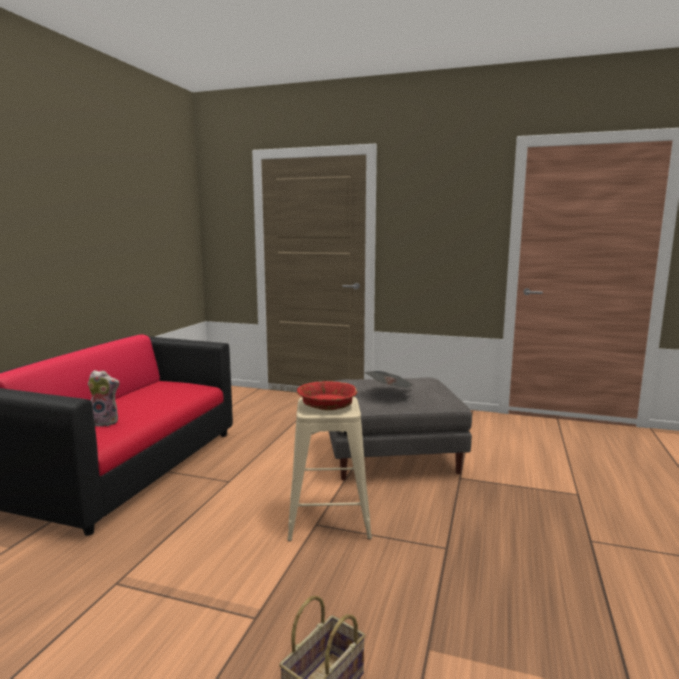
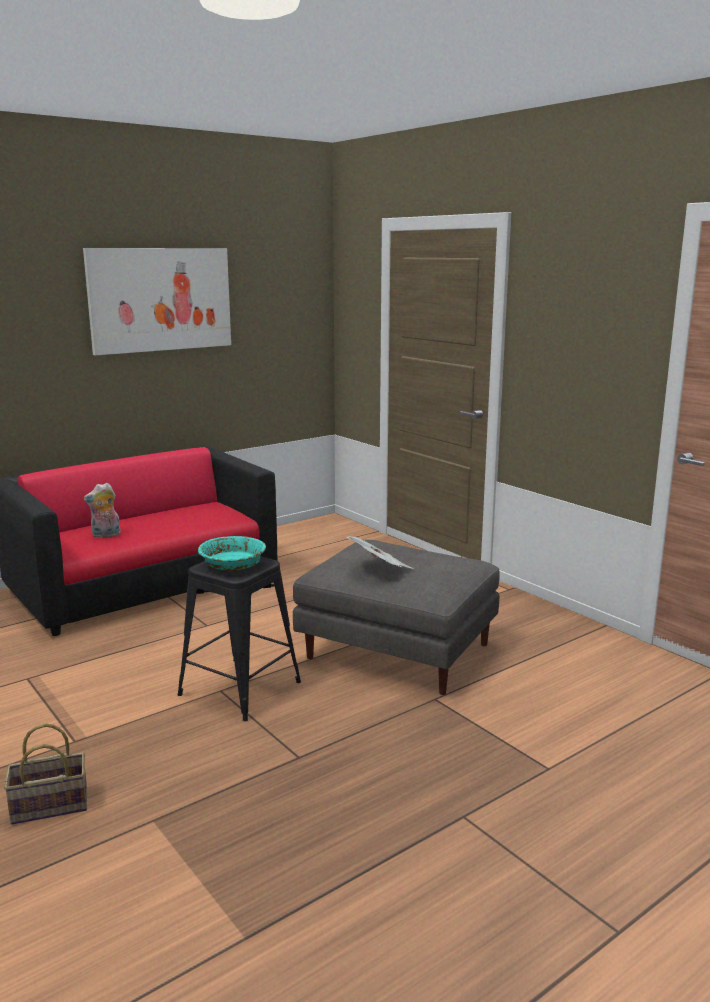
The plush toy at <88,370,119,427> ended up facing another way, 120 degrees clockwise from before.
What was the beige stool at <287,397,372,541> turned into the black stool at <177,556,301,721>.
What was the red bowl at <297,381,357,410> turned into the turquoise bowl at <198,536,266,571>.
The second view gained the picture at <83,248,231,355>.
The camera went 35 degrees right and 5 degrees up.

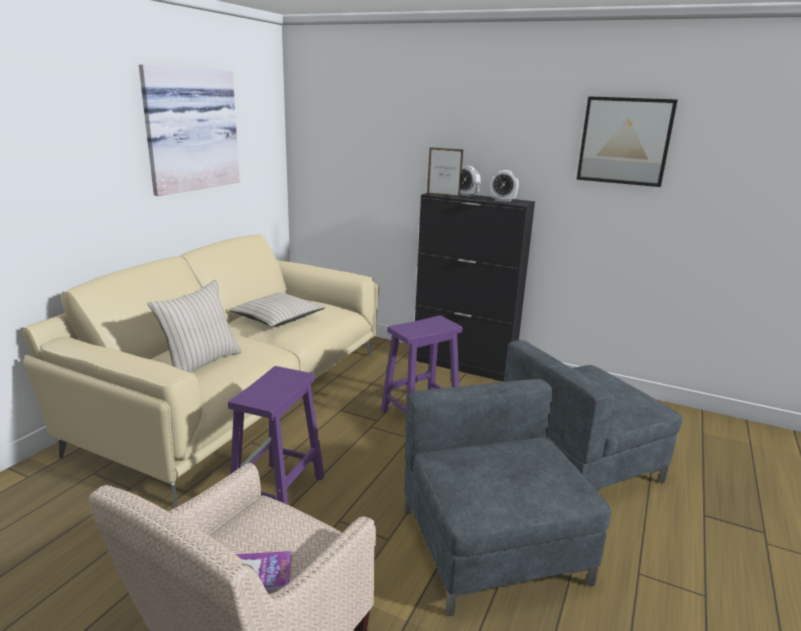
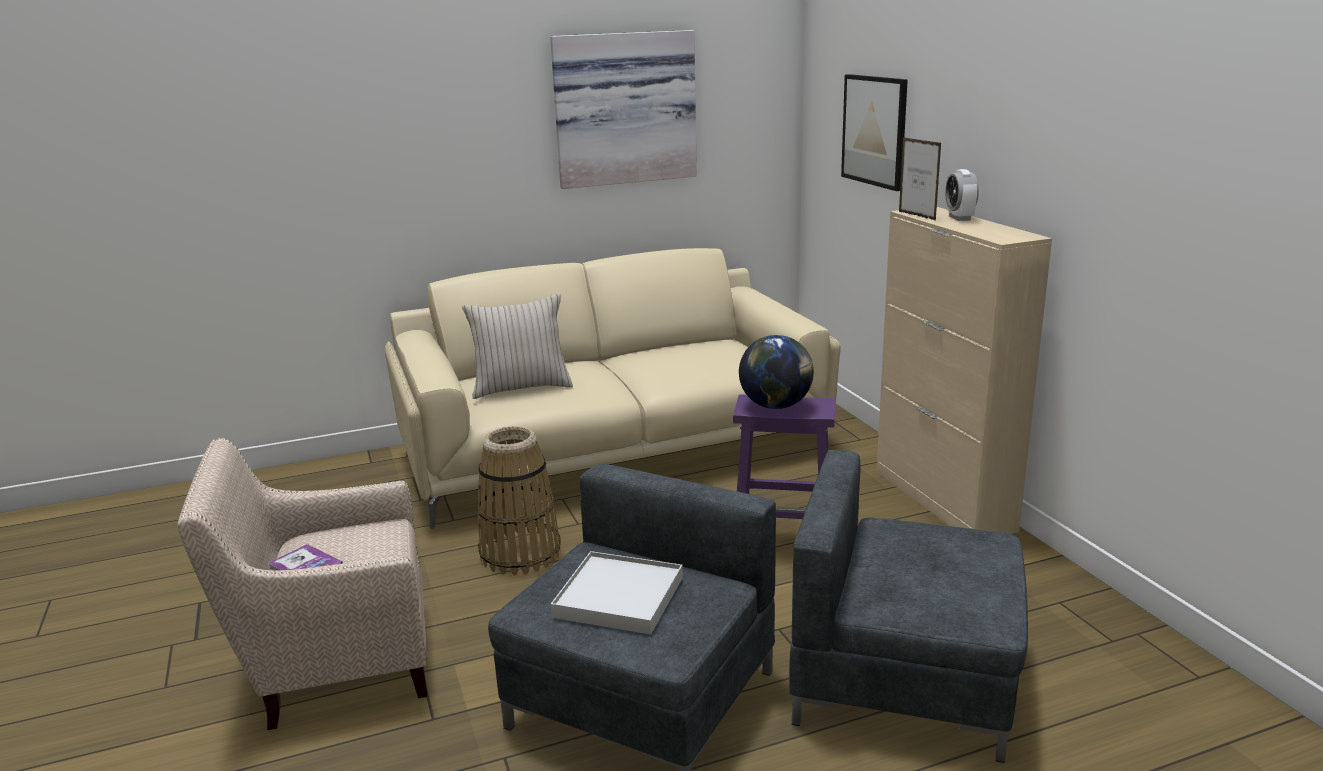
Where the purple stool stood at <228,366,325,505>, the basket came to stand at <477,427,561,575>.
The second view lost the beige pillow at <229,293,326,327>.
What was the black cabinet at <415,193,535,382> turned into the beige cabinet at <877,207,1052,534>.
The second view lost the alarm clock at <490,170,518,202>.
The picture ended up elsewhere, having gone from <576,96,678,187> to <841,74,908,191>.
The second view gained the white tray at <551,551,683,634>.
The second view gained the globe at <739,335,814,409>.
The camera went 45 degrees right and 0 degrees up.

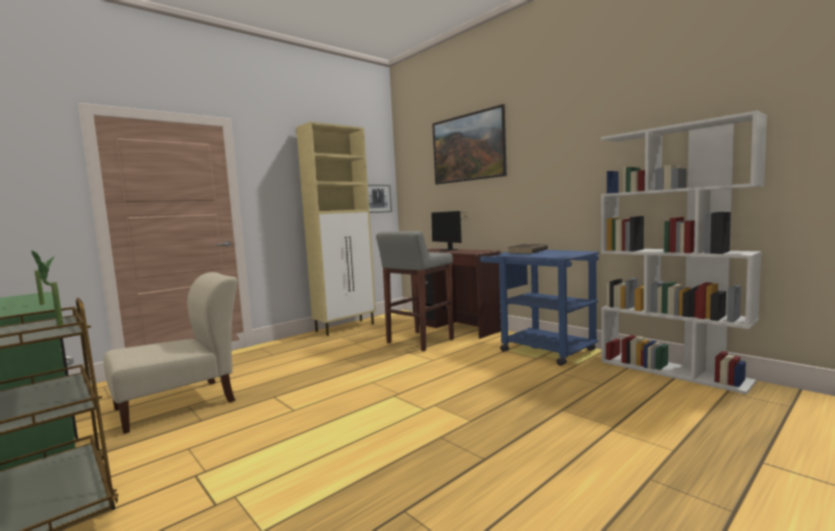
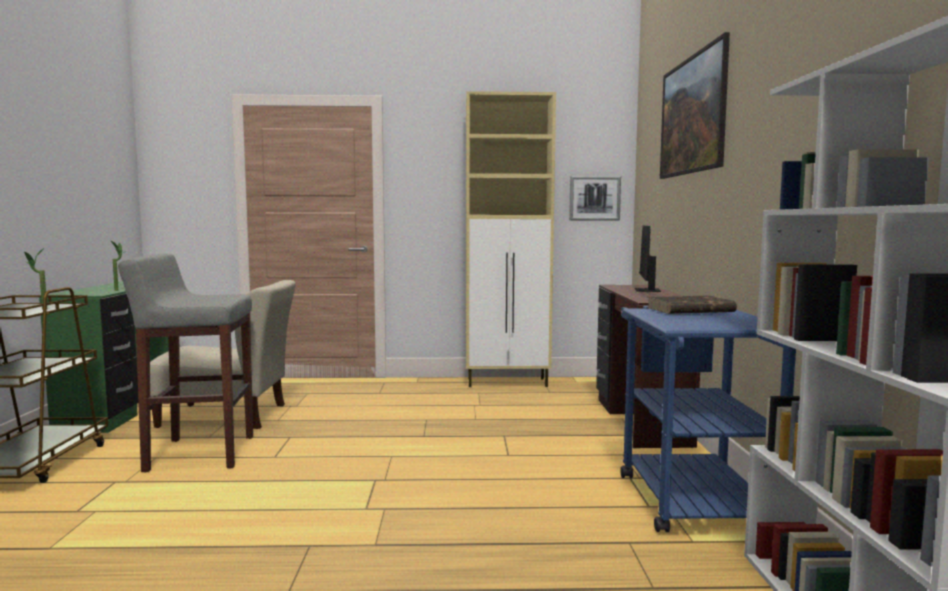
The grey stool ended up elsewhere, having gone from <376,231,454,351> to <118,253,253,473>.
The camera went 40 degrees right and 0 degrees up.

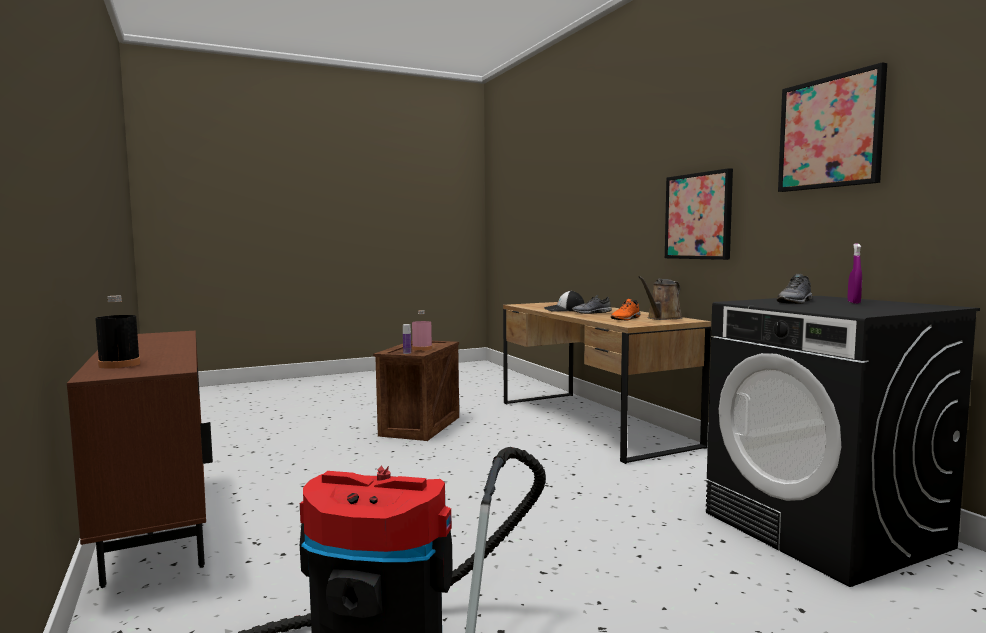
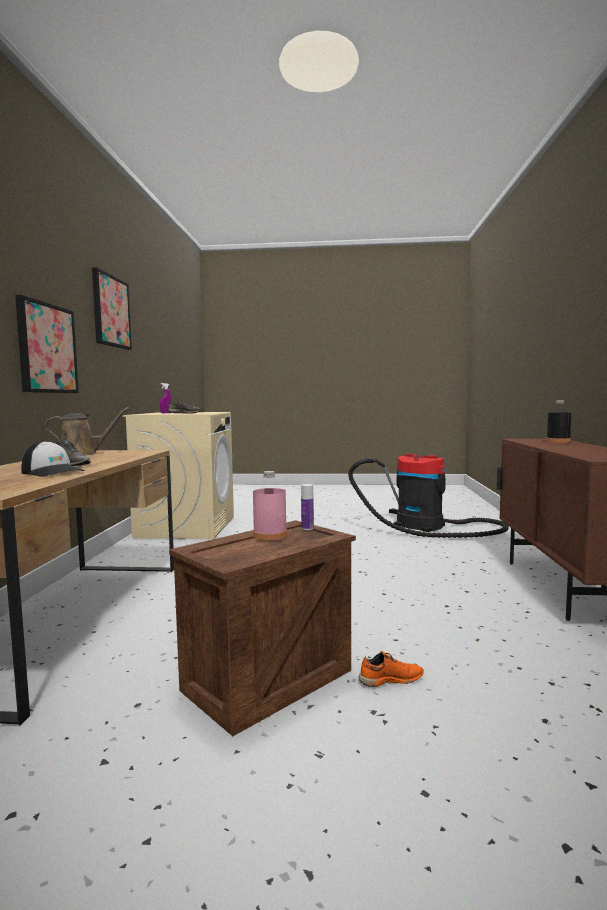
The orange shoe ended up elsewhere, having gone from <611,299,640,320> to <358,651,424,687>.
What was the black washing machine at <706,296,980,587> turned into the beige washing machine at <123,412,234,539>.
The camera went 150 degrees left and 0 degrees up.

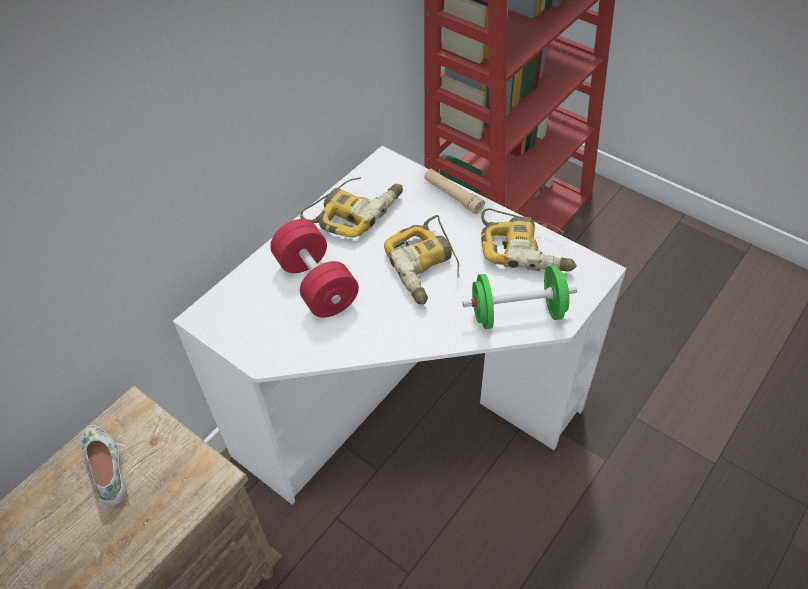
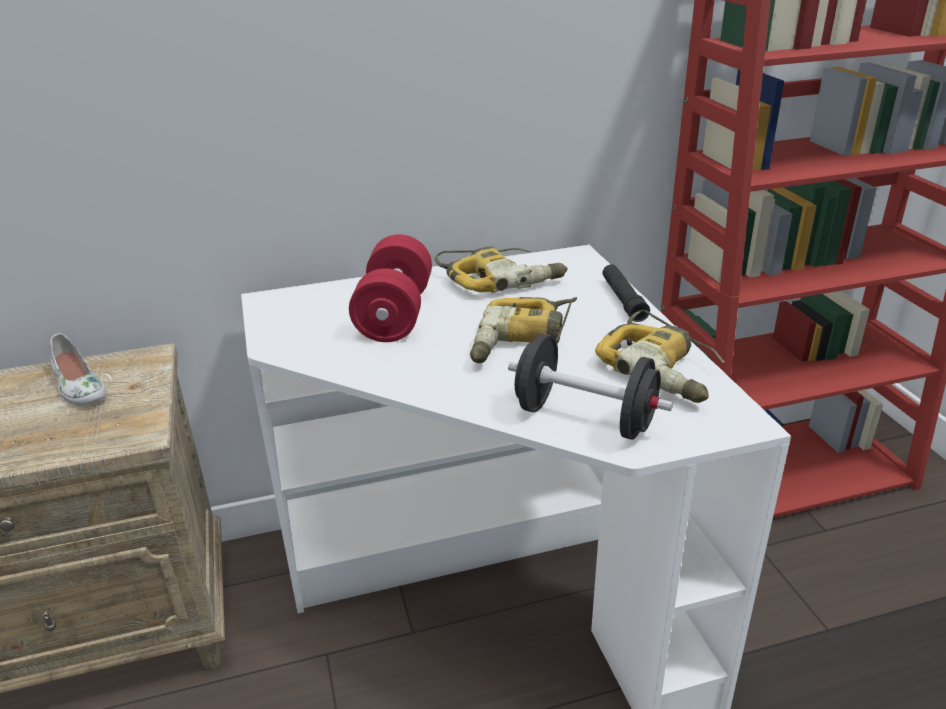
The white shoe at <81,425,127,506> ended up facing another way, 135 degrees clockwise from before.
What was the beige flashlight at <424,169,485,214> turned into the black flashlight at <602,264,650,322>.
What was the green dumbbell at <462,265,577,329> turned into the black dumbbell at <508,334,673,440>.
The camera went 35 degrees right and 20 degrees down.

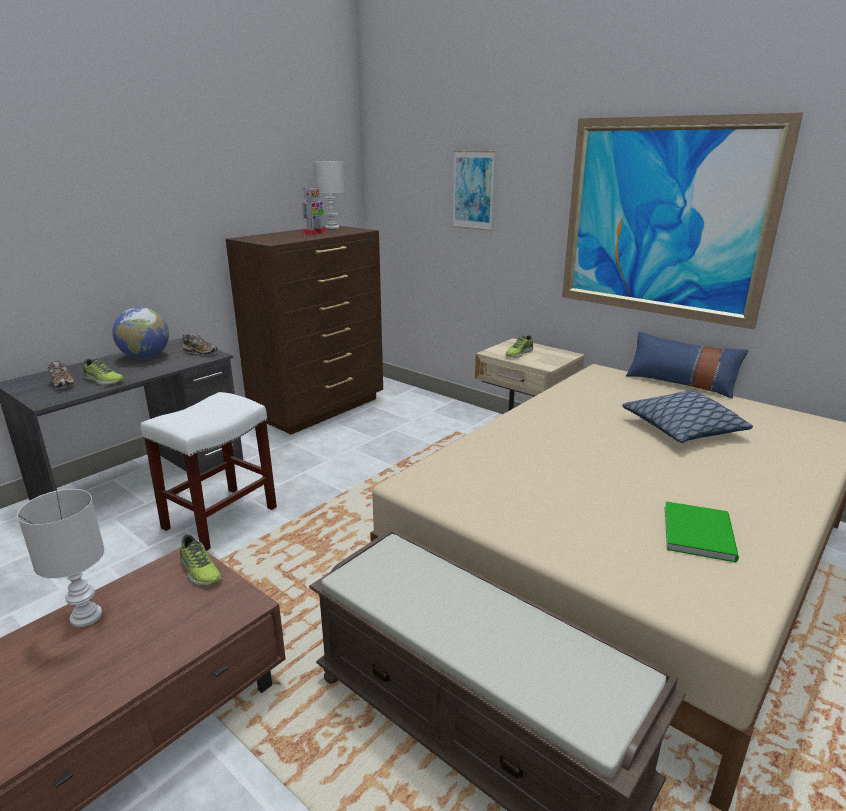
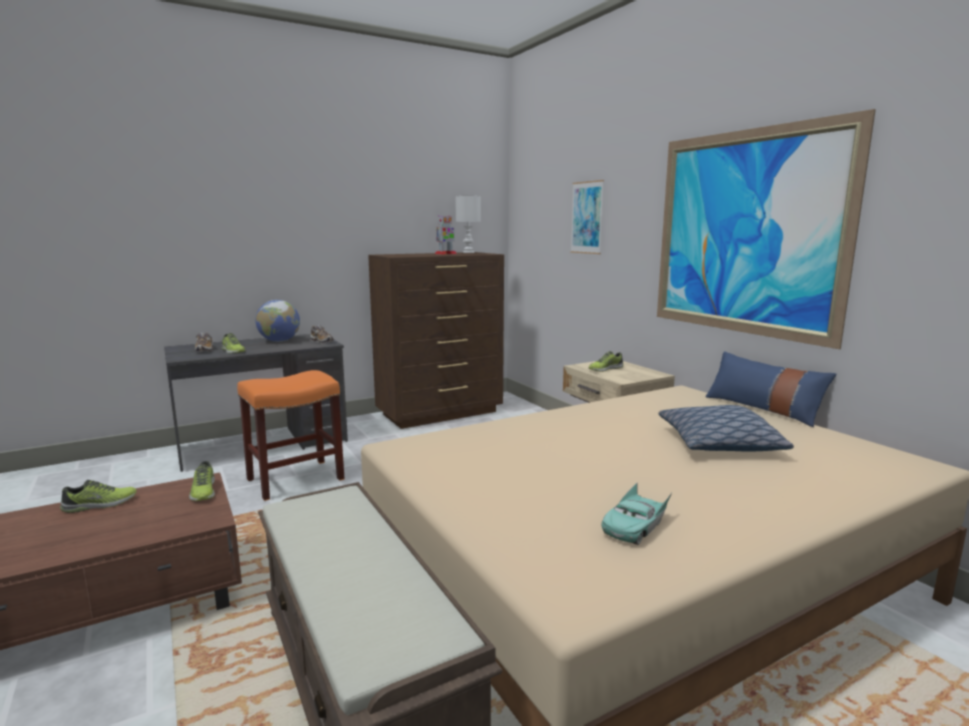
Where the white table lamp stood at <17,489,105,627>, the shoe came to stand at <60,480,136,513>.
What was the white stool at <141,392,277,551> turned into the orange stool at <237,370,345,501>.
Where the green book stood at <665,501,739,562>, the turquoise toy car came to stand at <601,482,672,545>.
The camera went 20 degrees right and 10 degrees down.

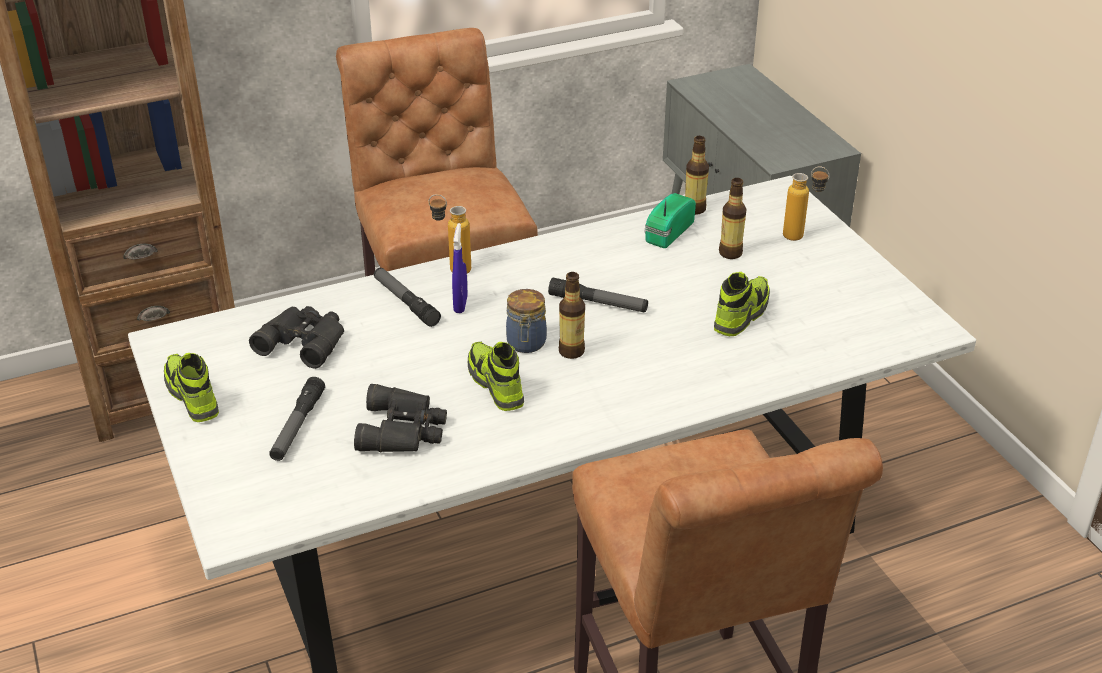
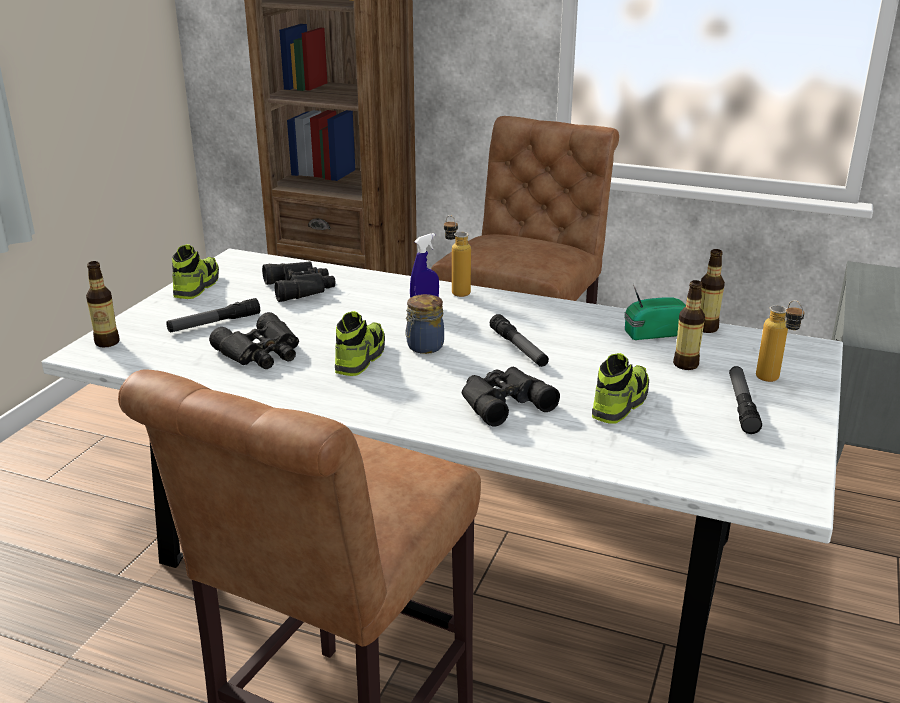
The flashlight ended up elsewhere, having gone from <374,268,441,327> to <729,366,762,434>.
The bottle ended up elsewhere, having gone from <559,272,585,359> to <86,261,119,347>.
The shoe at <714,272,770,336> ended up facing another way, 45 degrees counterclockwise from before.
The second view gained the black binoculars at <461,367,560,426>.
The camera went 45 degrees right and 10 degrees down.

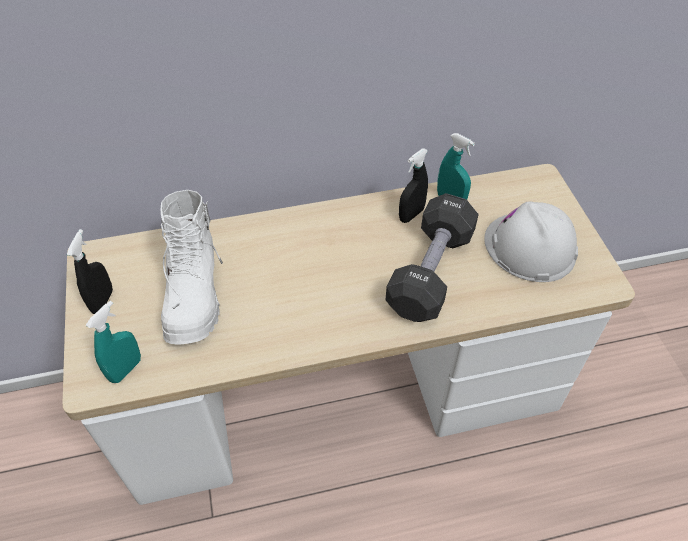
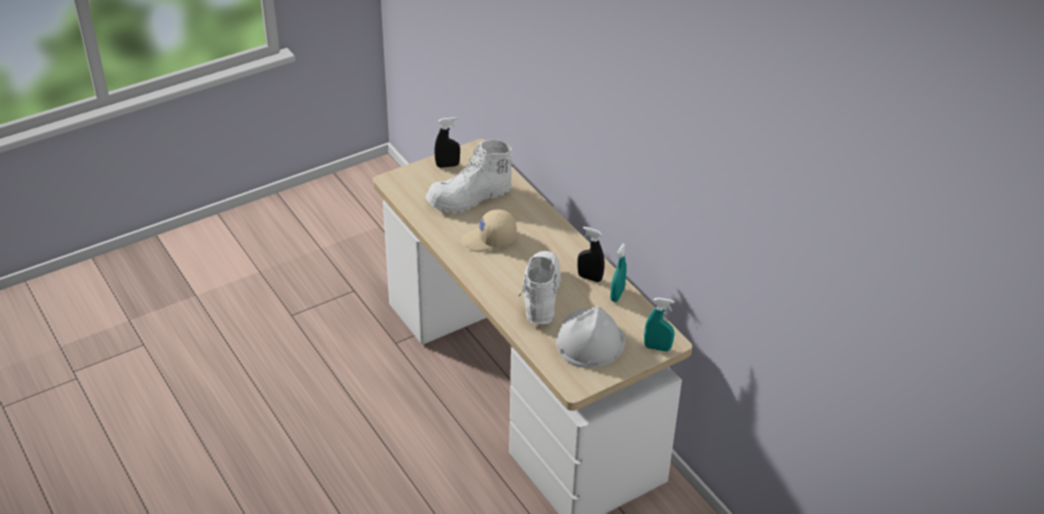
The turquoise spray bottle ended up elsewhere, having gone from <86,301,141,383> to <644,298,675,351>.
Where the black dumbbell stood at <386,193,479,322>, the white boot came to stand at <519,251,561,324>.
The second view gained the beige cap at <462,209,517,252>.
The camera went 70 degrees right and 10 degrees down.

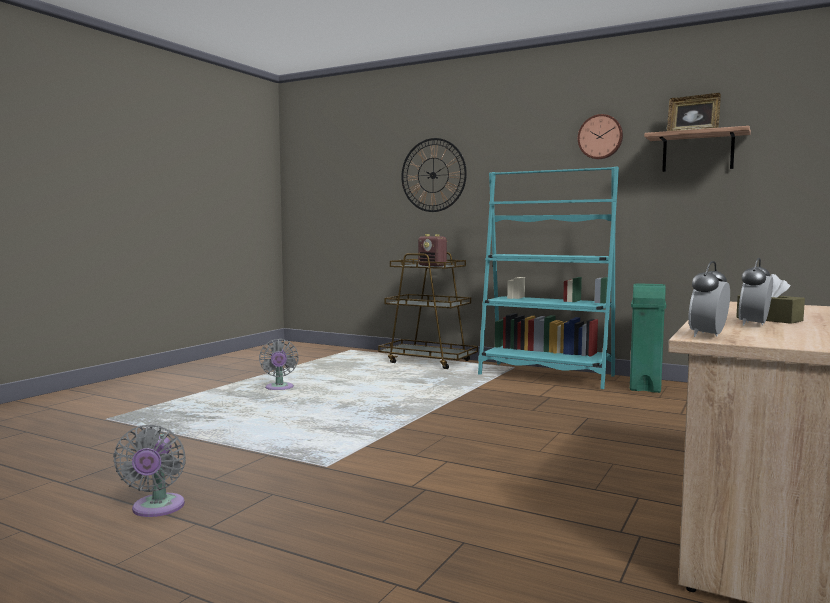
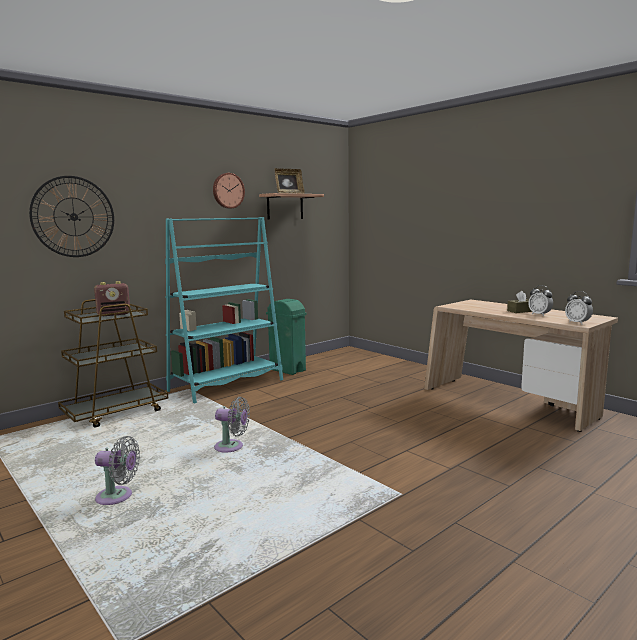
The grey fan ended up elsewhere, having gone from <113,424,186,517> to <214,397,250,452>.
The camera went 70 degrees left and 5 degrees up.

